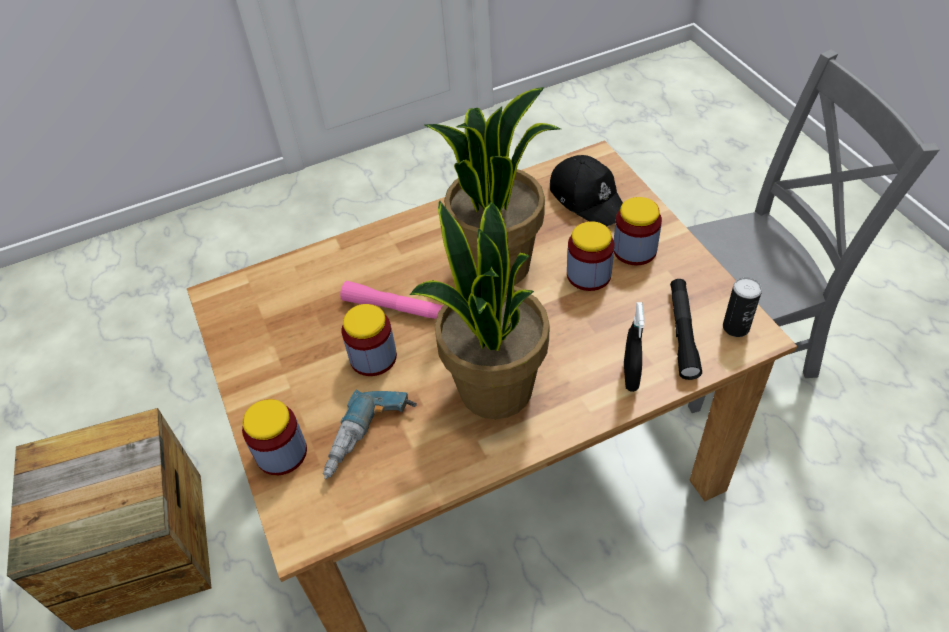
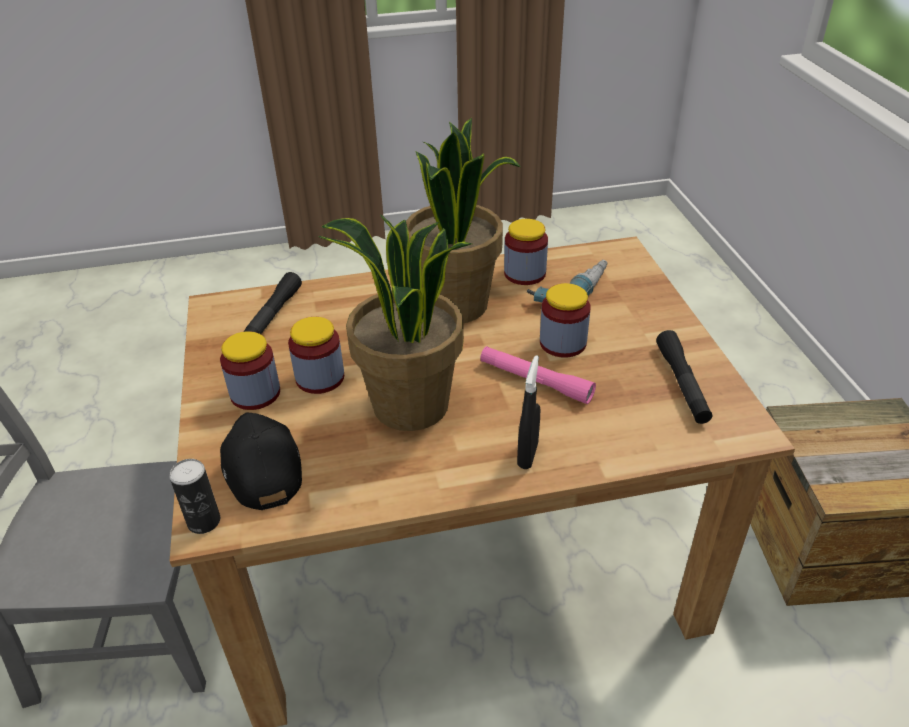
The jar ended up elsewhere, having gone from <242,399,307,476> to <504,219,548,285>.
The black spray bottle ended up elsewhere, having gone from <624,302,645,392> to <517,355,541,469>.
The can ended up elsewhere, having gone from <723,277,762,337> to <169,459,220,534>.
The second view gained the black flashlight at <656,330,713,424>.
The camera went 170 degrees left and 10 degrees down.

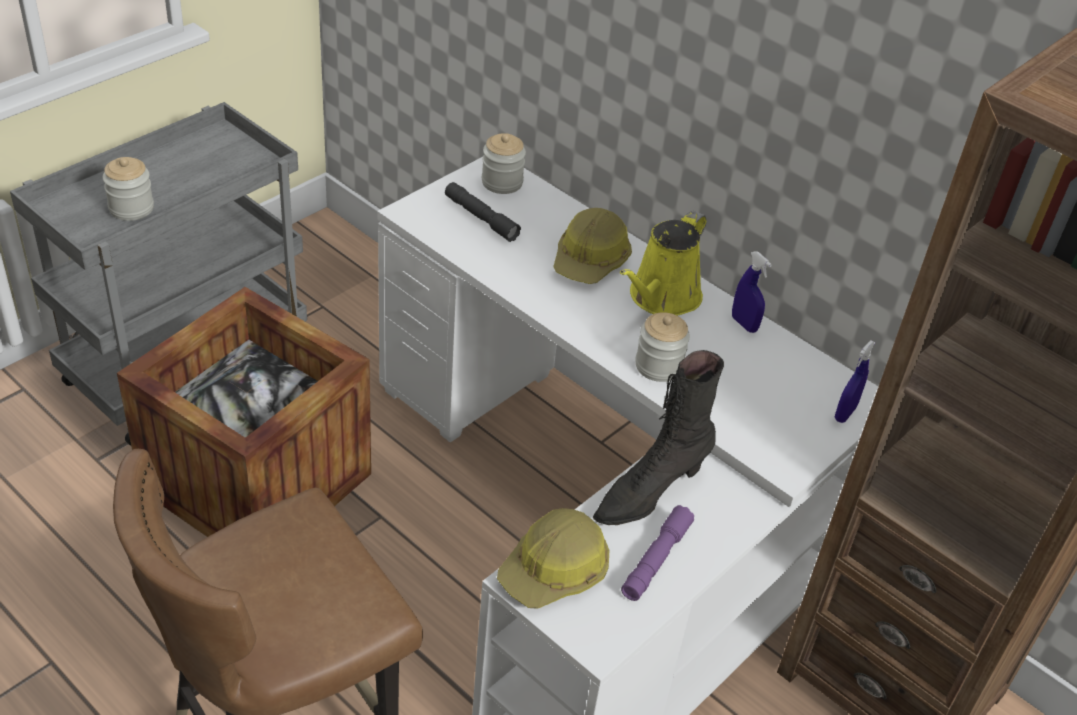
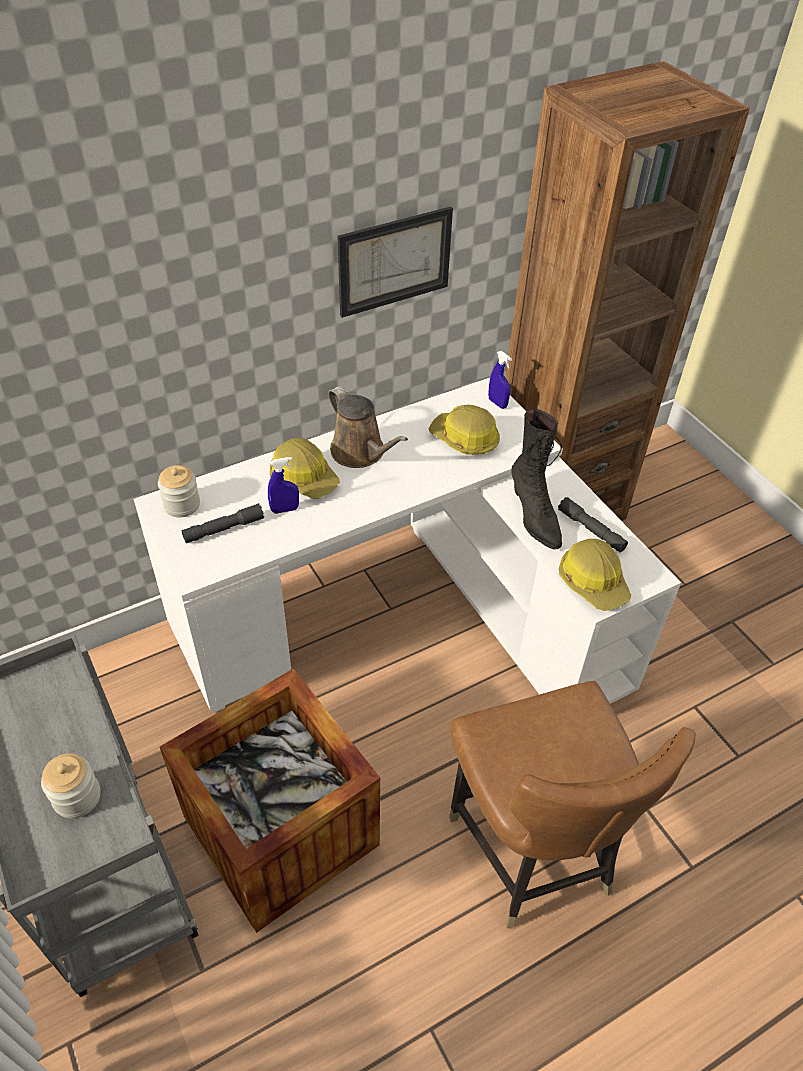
What was the yellow watering can at <620,211,707,316> turned into the brown watering can at <328,386,408,468>.
What was the purple flashlight at <621,505,694,601> turned into the grey flashlight at <558,497,628,552>.
The second view lost the jar at <635,312,690,382>.
The blue spray bottle ended up elsewhere, having gone from <732,251,772,333> to <268,457,299,514>.
The second view gained the picture at <337,206,453,318>.
The second view gained the hard hat at <428,405,500,455>.
The camera went 70 degrees left and 5 degrees up.

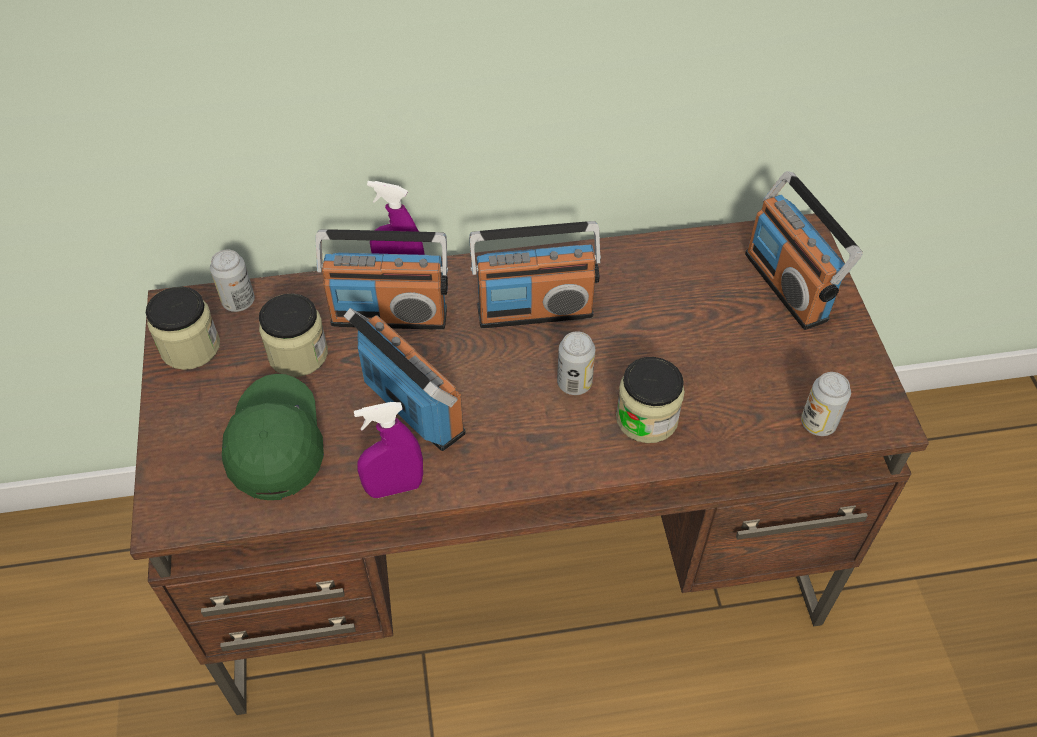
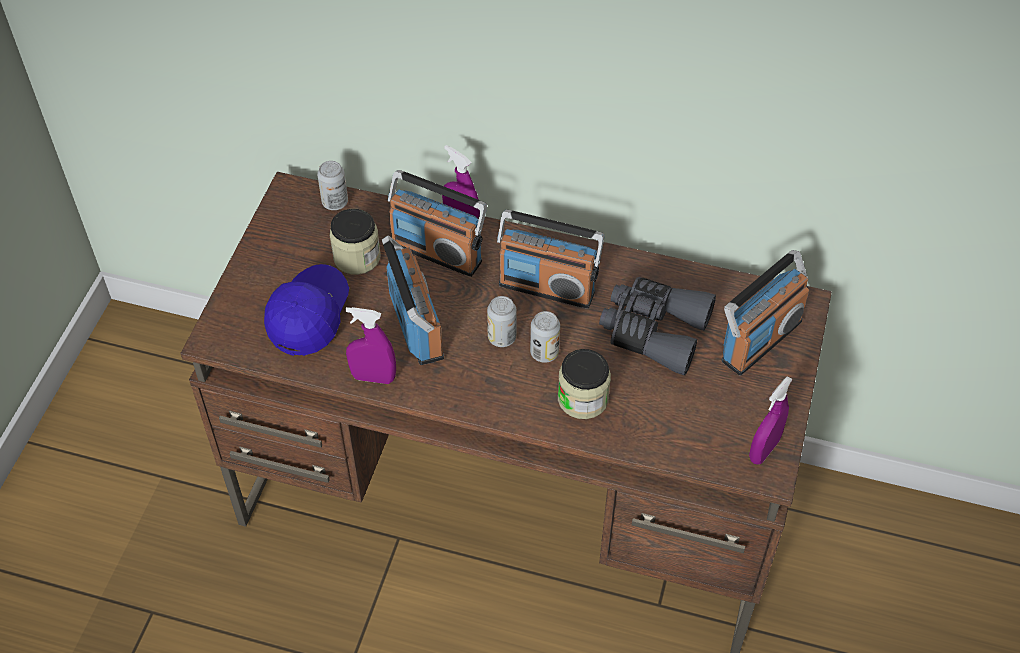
The second view lost the jar at <146,286,220,370>.
What was the green cap at <222,374,324,500> turned into the blue cap at <264,264,349,356>.
The radio at <745,171,863,330> ended up facing another way, 135 degrees counterclockwise from before.
The can ended up elsewhere, having gone from <801,372,851,436> to <487,296,517,347>.
The second view gained the grey binoculars at <599,277,716,376>.
The second view gained the purple spray bottle at <749,376,793,465>.
The camera went 25 degrees right and 0 degrees up.

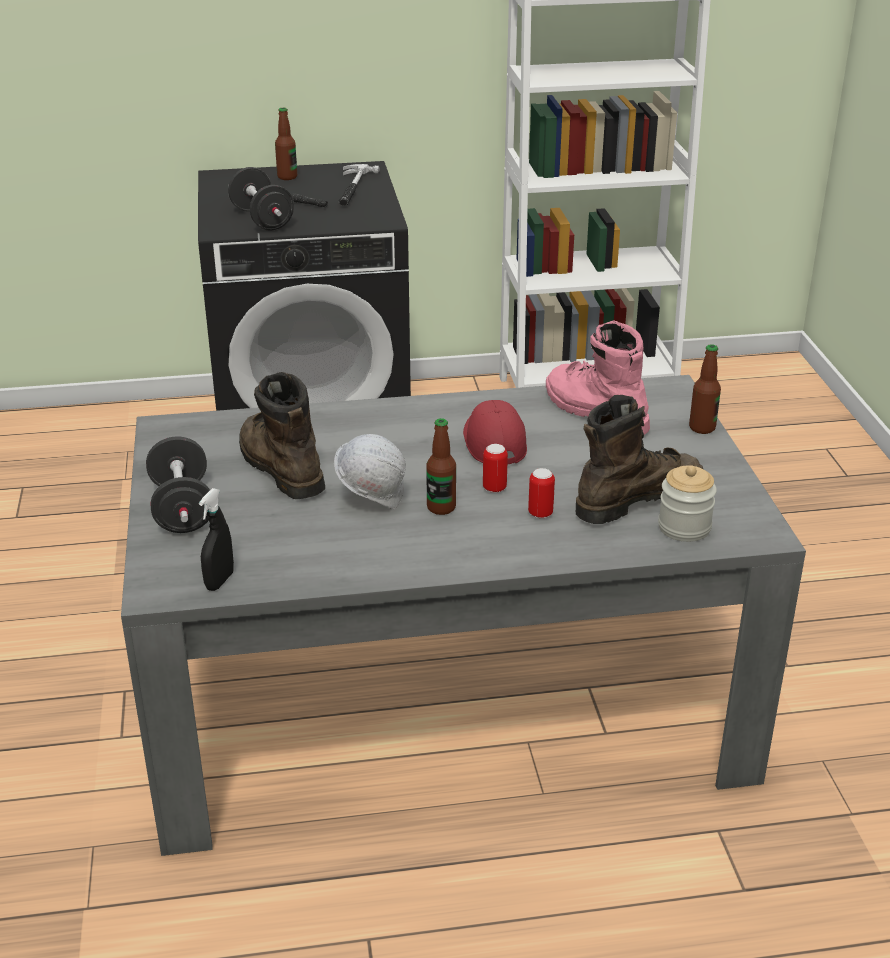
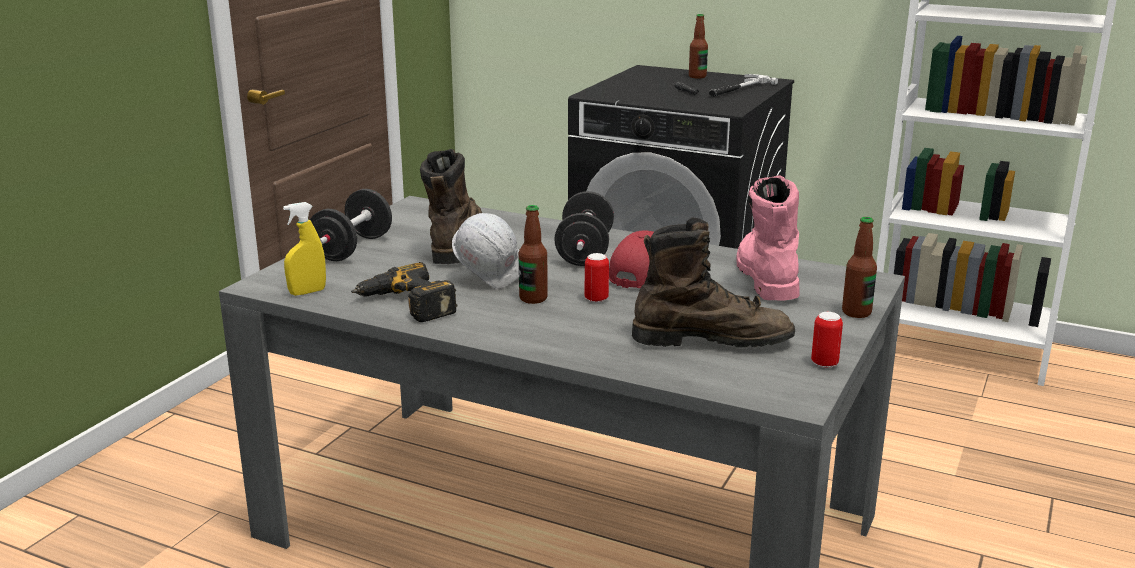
What was the black spray bottle at <199,488,234,591> turned into the yellow spray bottle at <283,202,326,296>.
The black dumbbell ended up elsewhere, having gone from <228,167,294,231> to <554,191,614,266>.
The can ended up elsewhere, having gone from <528,468,555,518> to <811,312,843,368>.
The second view lost the jar at <658,466,717,542>.
The second view gained the power drill at <351,262,457,322>.
The camera went 35 degrees right and 10 degrees down.

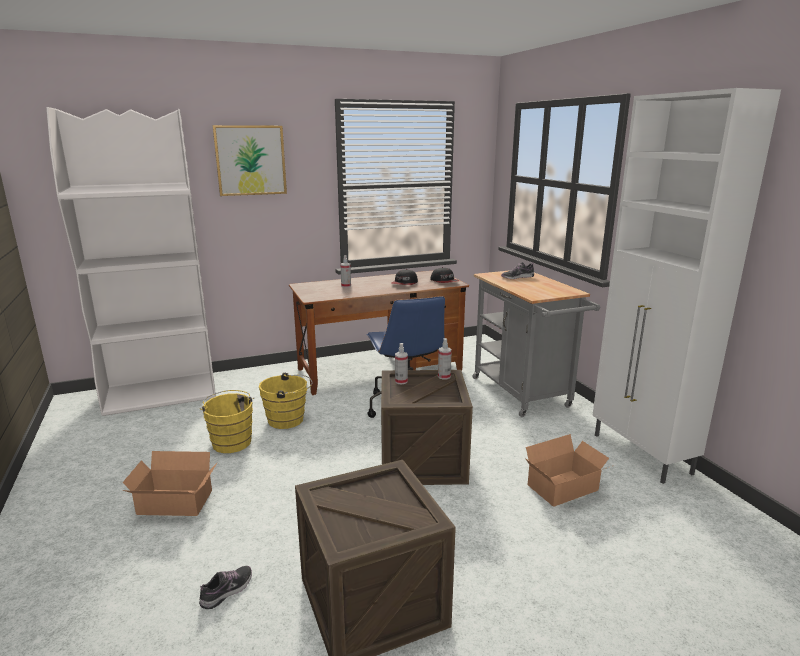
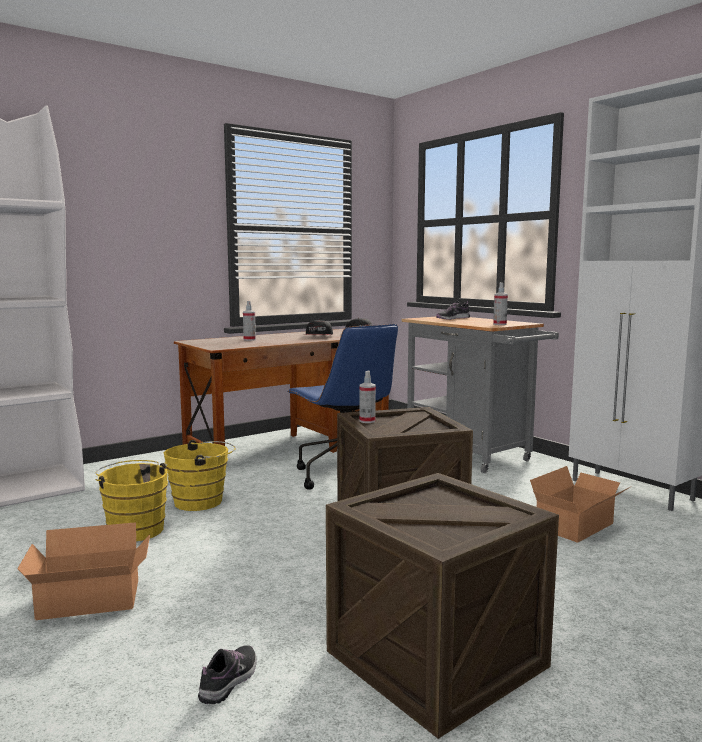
The second view lost the picture at <212,125,287,196>.
The spray bottle ended up elsewhere, having gone from <438,338,452,380> to <493,283,508,325>.
The camera went 15 degrees left and 10 degrees down.

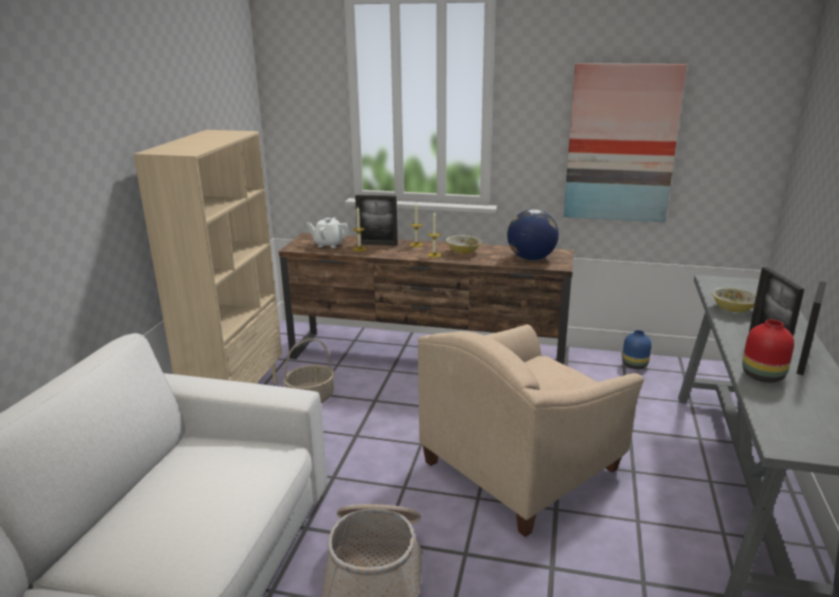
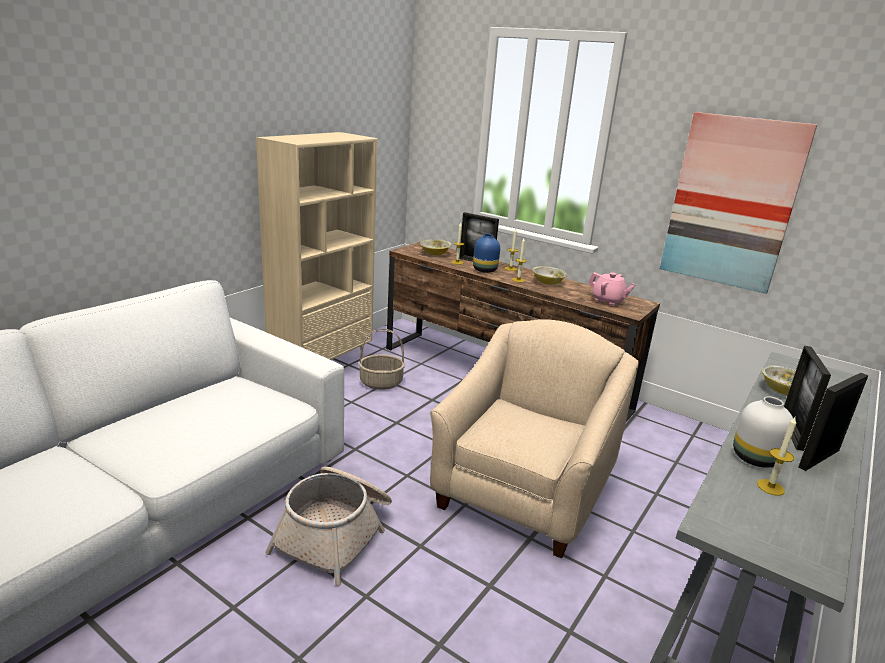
Where the white teapot stood at <306,218,350,248>, the bowl came to stand at <420,239,451,255>.
The beige armchair at <418,325,644,537> ended up facing another way, 135 degrees clockwise from before.
Where the globe stood at <507,209,559,260>, the pink teapot came to stand at <588,272,636,306>.
The blue vase ended up elsewhere, having gone from <622,330,652,369> to <473,234,500,273>.
What was the red vase at <742,319,794,383> turned into the white vase at <733,397,793,468>.
The second view gained the candle at <757,416,796,496>.
The camera went 20 degrees right and 0 degrees up.

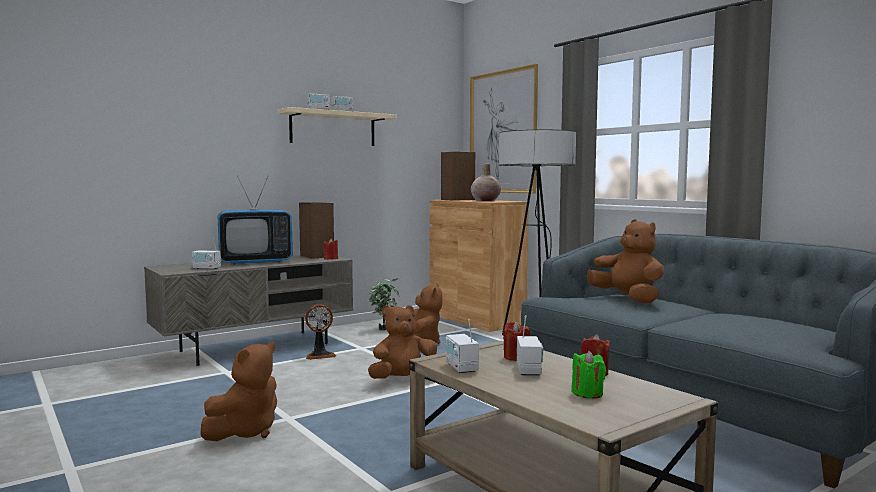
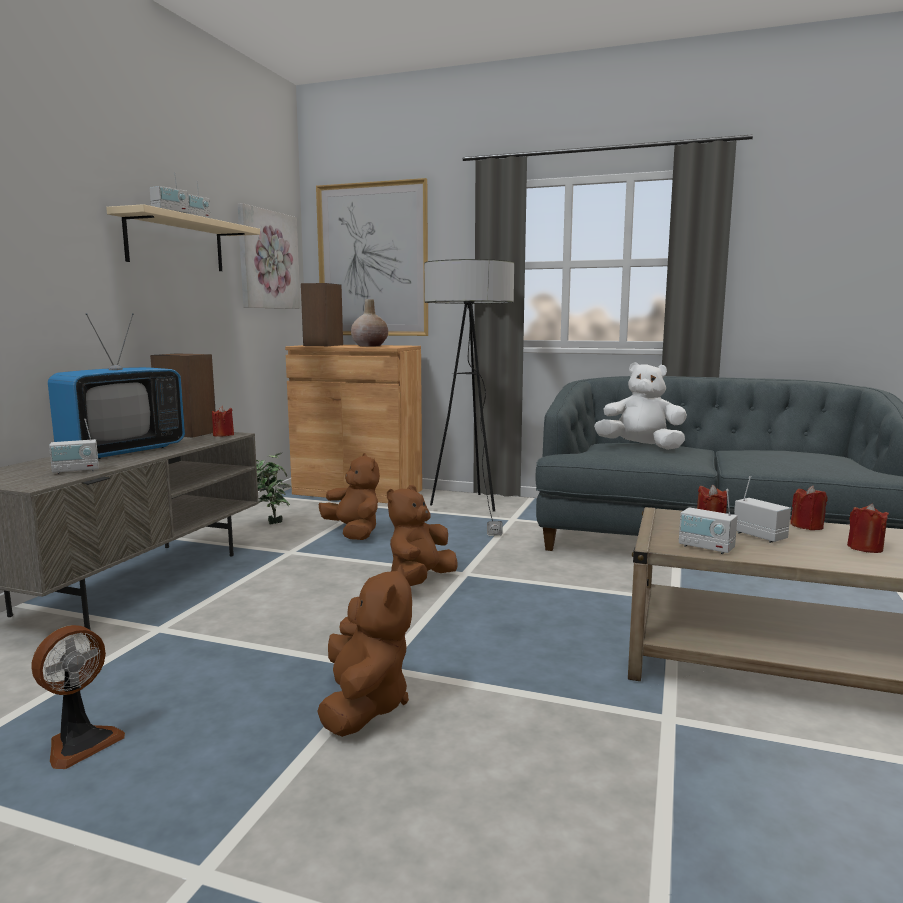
The fan ended up elsewhere, having gone from <305,304,336,360> to <31,625,125,769>.
What was the green candle at <571,351,606,399> turned into the red candle at <847,504,889,553>.
What was the brown plush toy at <587,219,664,304> turned into the white plush toy at <594,362,687,450>.
The second view gained the picture at <238,203,300,309>.
The camera went 35 degrees left and 5 degrees up.

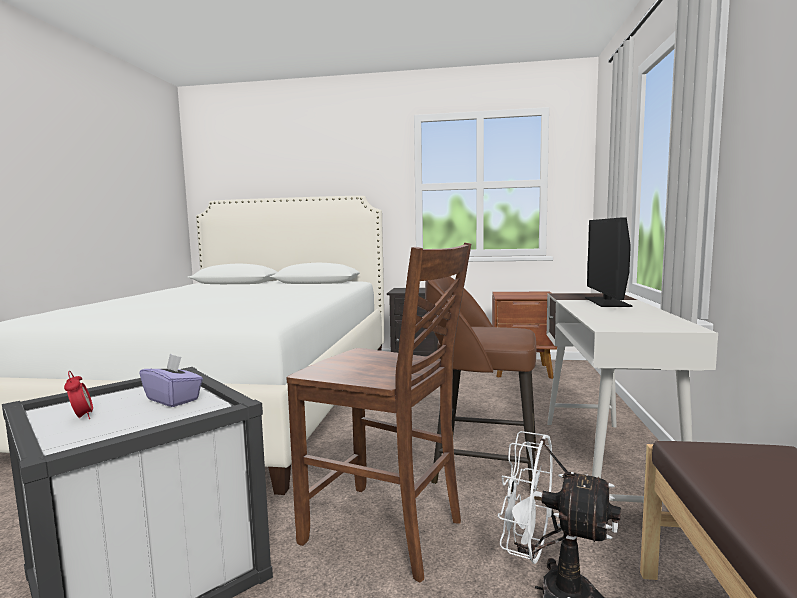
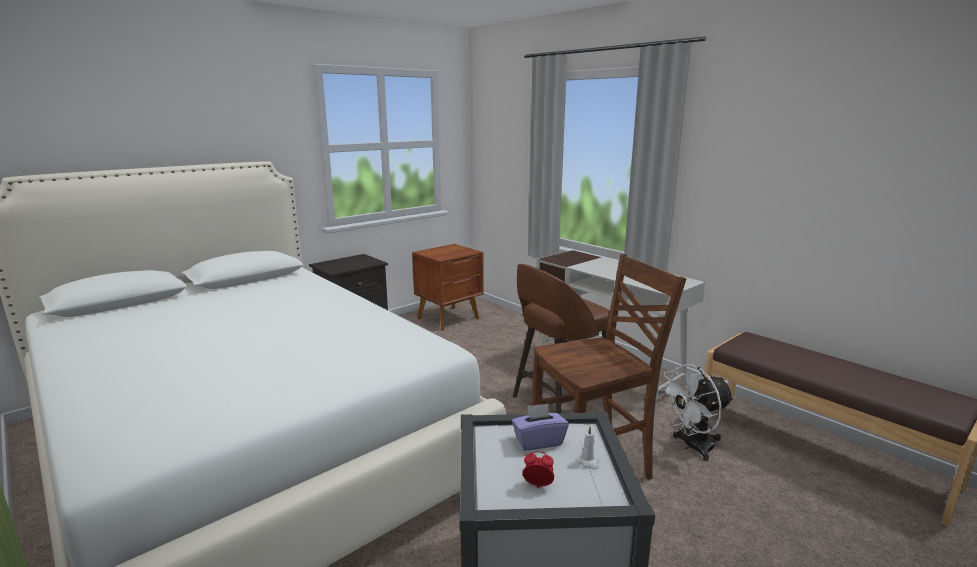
The second view lost the monitor at <585,217,633,307>.
The second view gained the white candle at <576,426,599,470>.
The camera went 50 degrees left and 10 degrees up.

